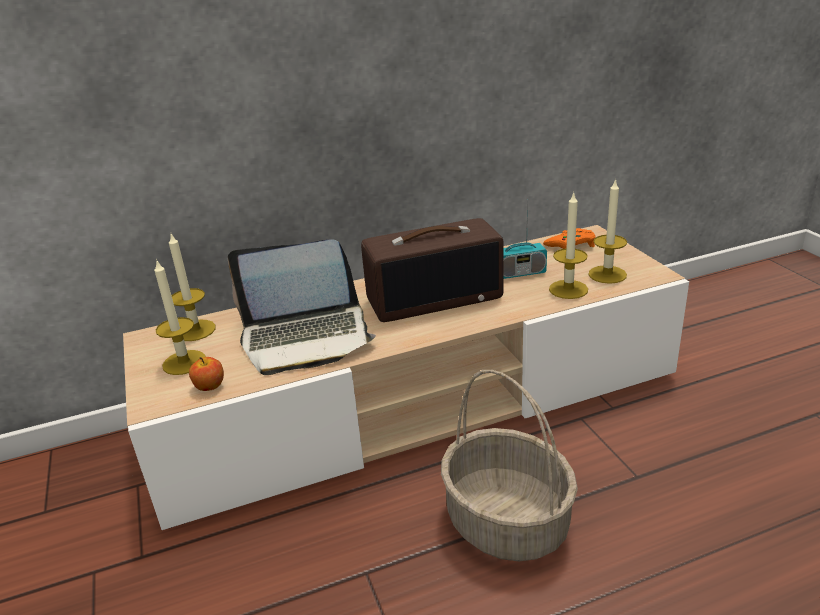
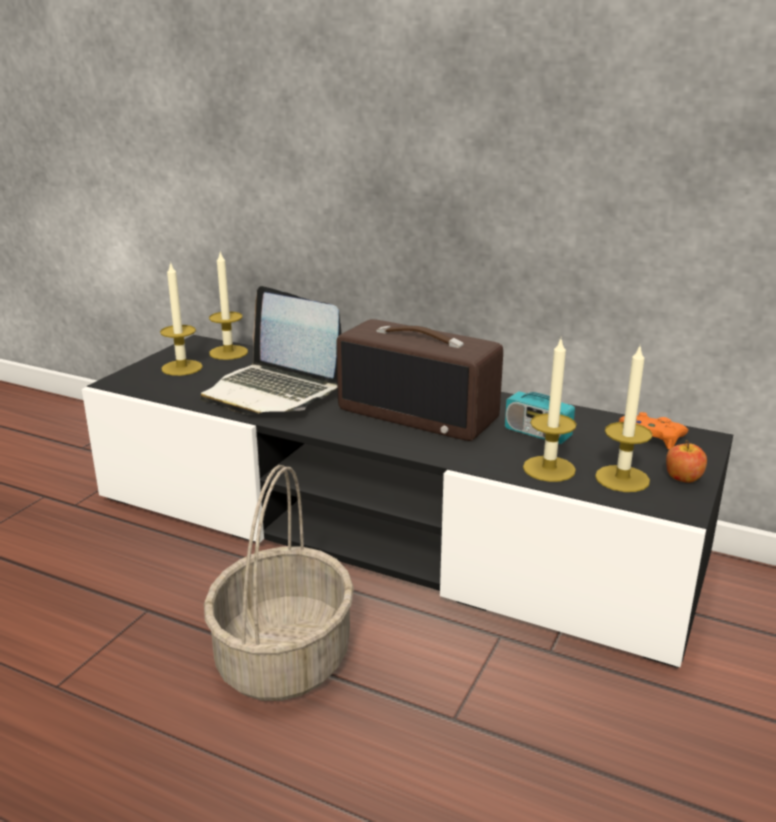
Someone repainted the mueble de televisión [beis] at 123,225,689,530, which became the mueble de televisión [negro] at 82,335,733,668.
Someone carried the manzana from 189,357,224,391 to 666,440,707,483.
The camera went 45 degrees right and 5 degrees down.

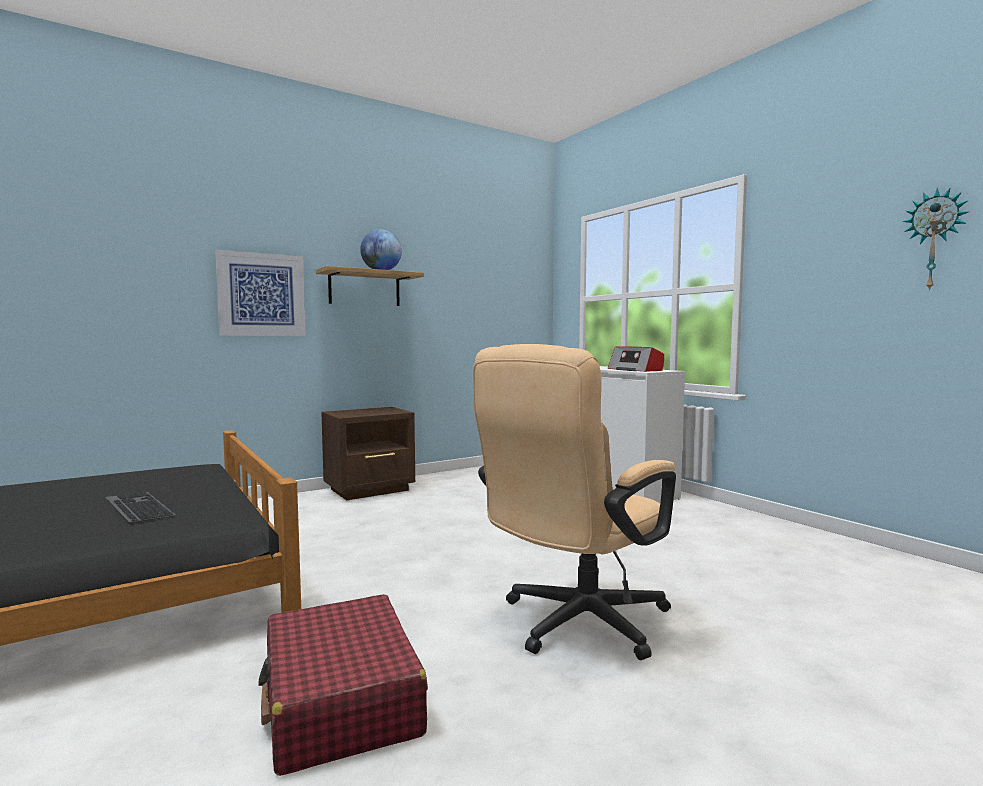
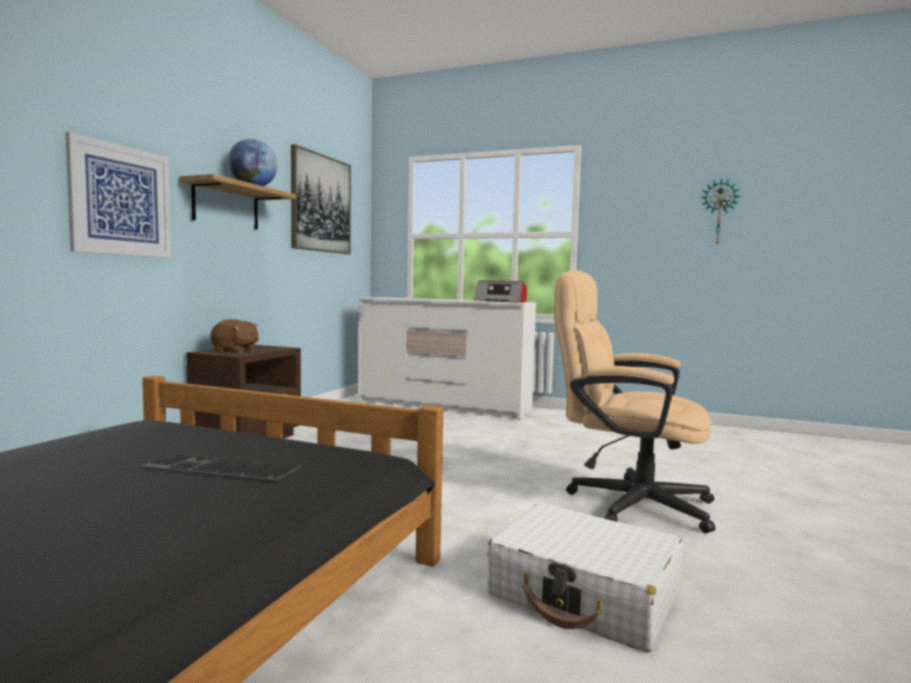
Someone put down the peluche [marrón] at 211,319,259,354.
Someone put up the cuadro at 291,144,351,254.
Someone repainted the maleta [rojo] at 258,594,428,776, which became the maleta [blanco] at 487,503,683,652.
Someone rotated the silla de oficina [beis] at 473,344,676,660 by 105 degrees clockwise.
The camera went 35 degrees left and 0 degrees up.

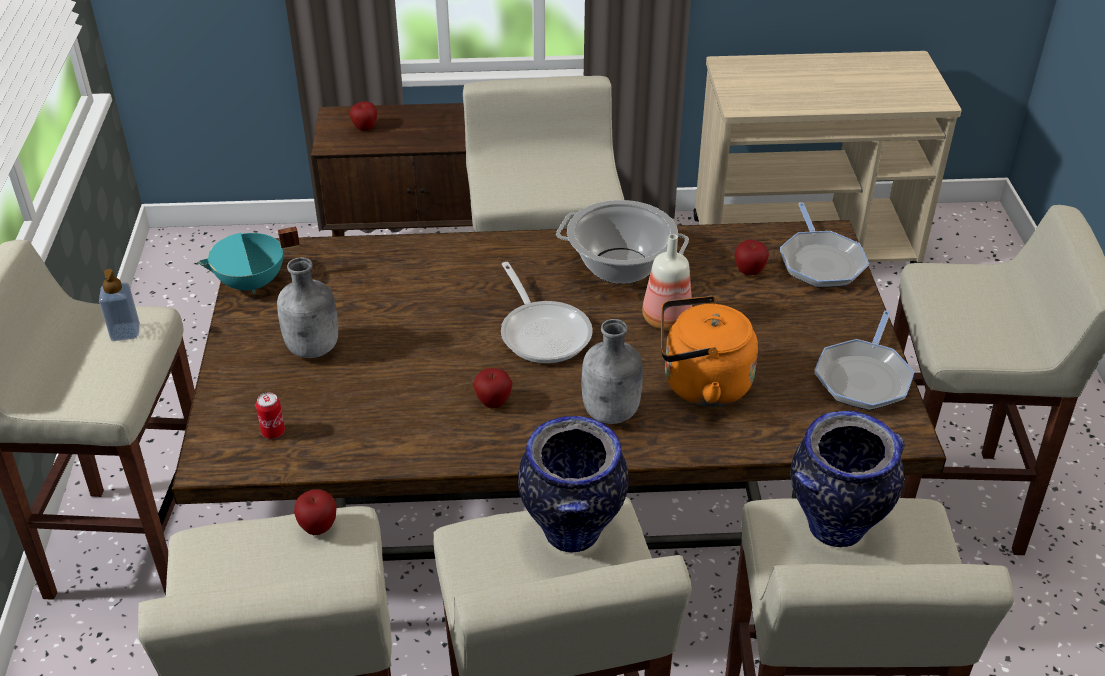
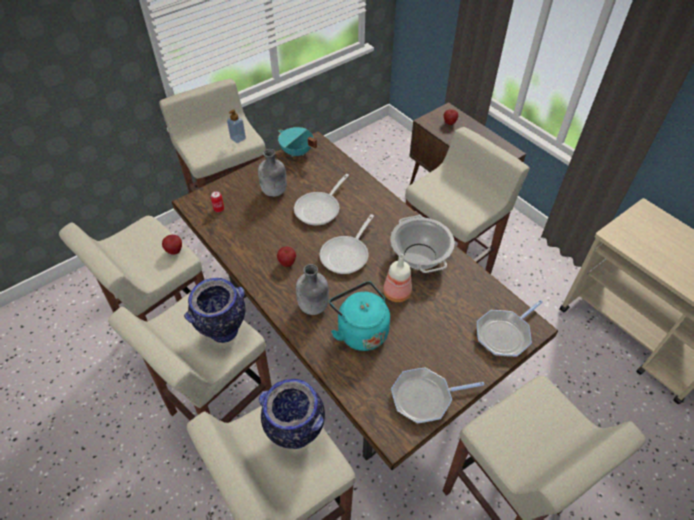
Someone put down the sartén at 294,174,349,226.
Someone repainted the hervidor [naranja] at 661,296,758,407, which became the hervidor [turquesa] at 329,281,390,351.
Someone took away the manzana at 734,240,769,275.
The camera went 55 degrees right and 10 degrees up.

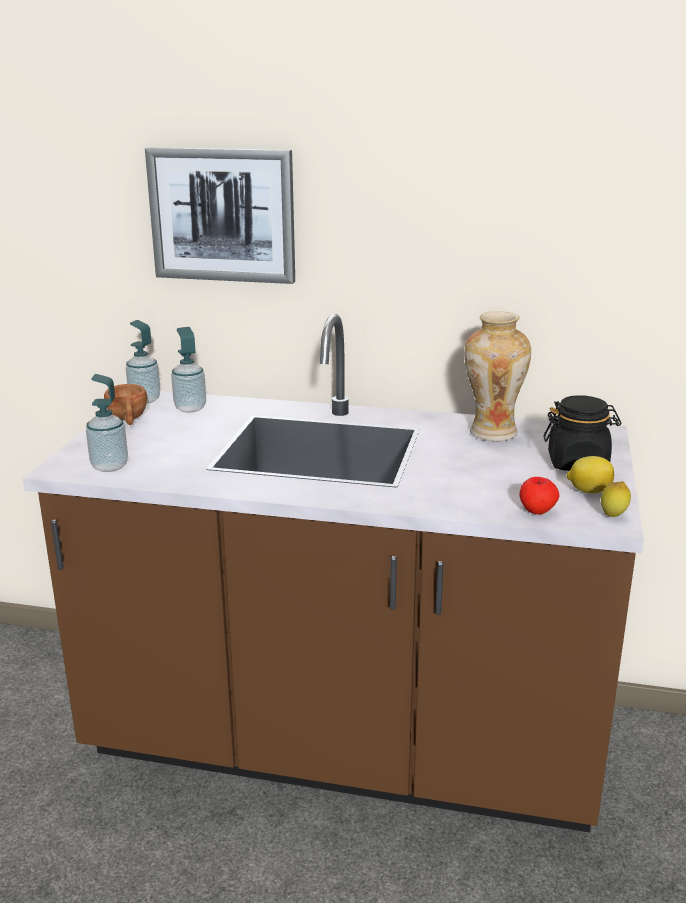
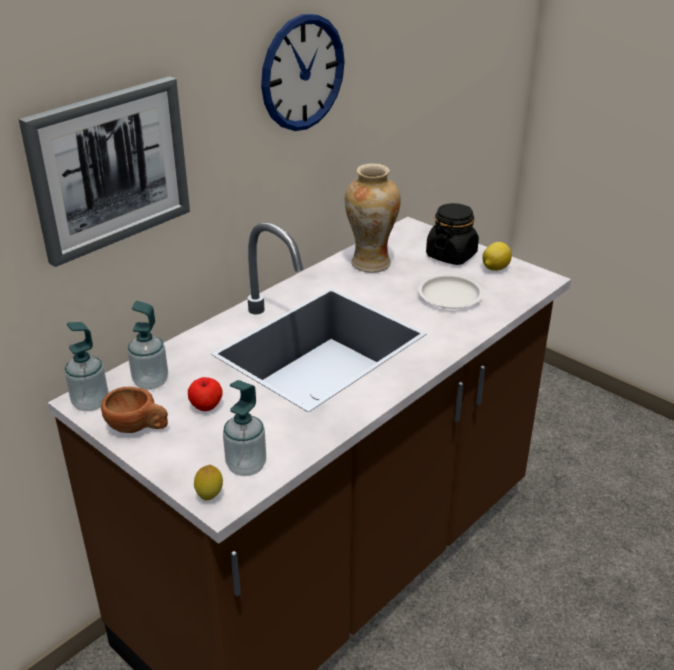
Someone carried the manzana from 519,477,560,515 to 188,377,222,411.
Someone carried the limón from 601,481,631,517 to 194,465,223,500.
Someone put up the reloj de pared at 261,14,345,131.
Someone put down the plato [blanco] at 418,275,483,309.
The camera went 60 degrees left and 10 degrees up.

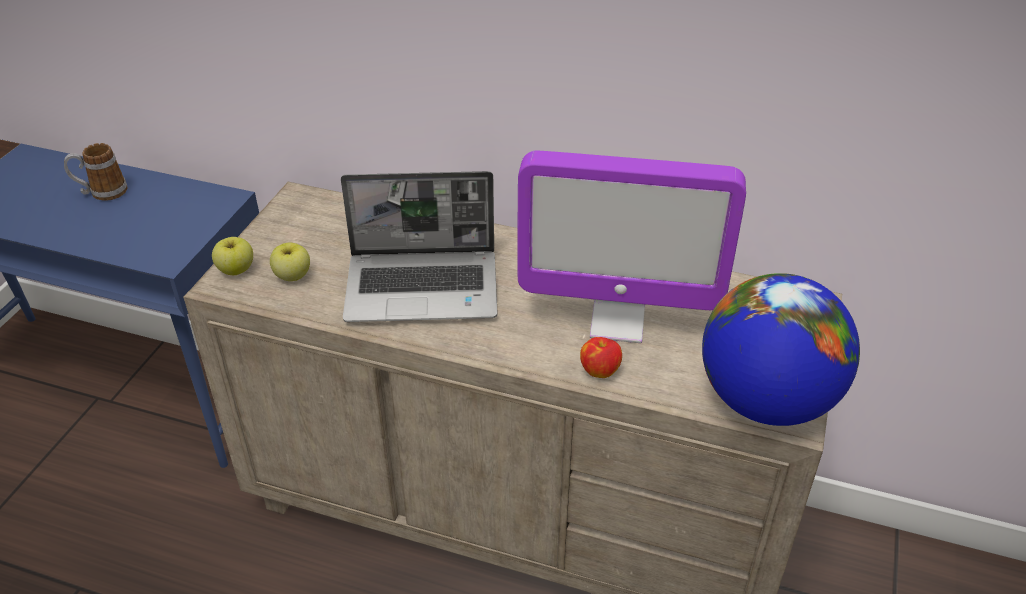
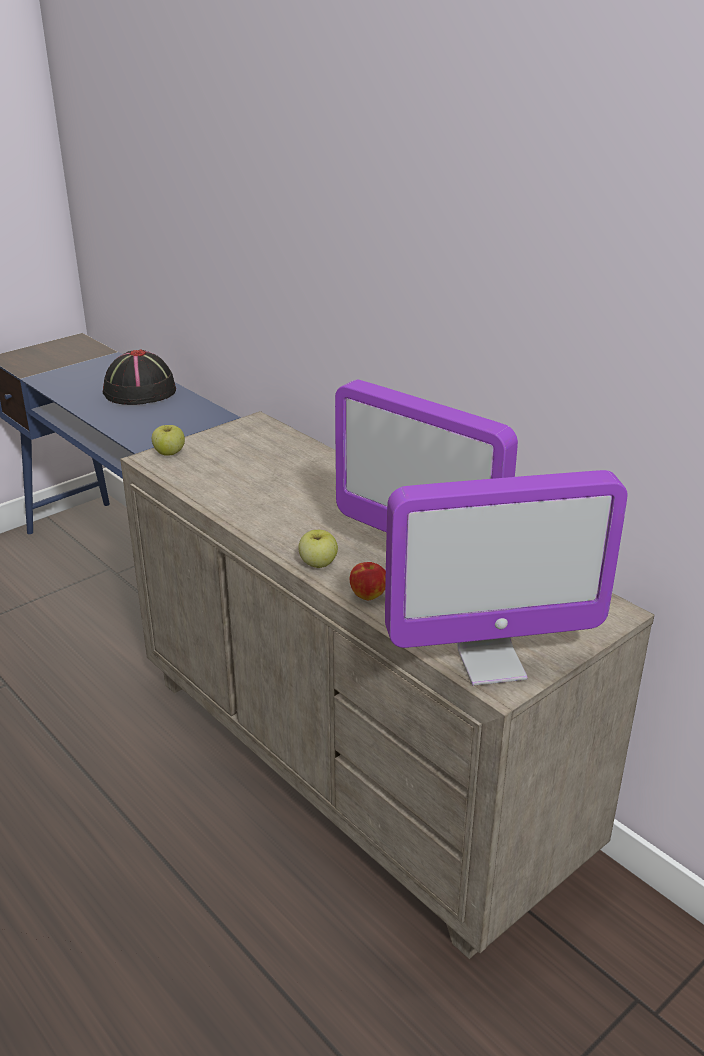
Someone swapped the taza grande at 64,143,128,201 for the sombrero [negro] at 103,350,176,405.
Someone carried the manzana from 270,242,310,281 to 298,530,338,568.
Someone swapped the globo terráqueo at 702,273,860,426 for the monitor at 385,470,628,685.
Someone took away the portátil at 341,171,498,322.
The camera went 30 degrees right and 10 degrees down.

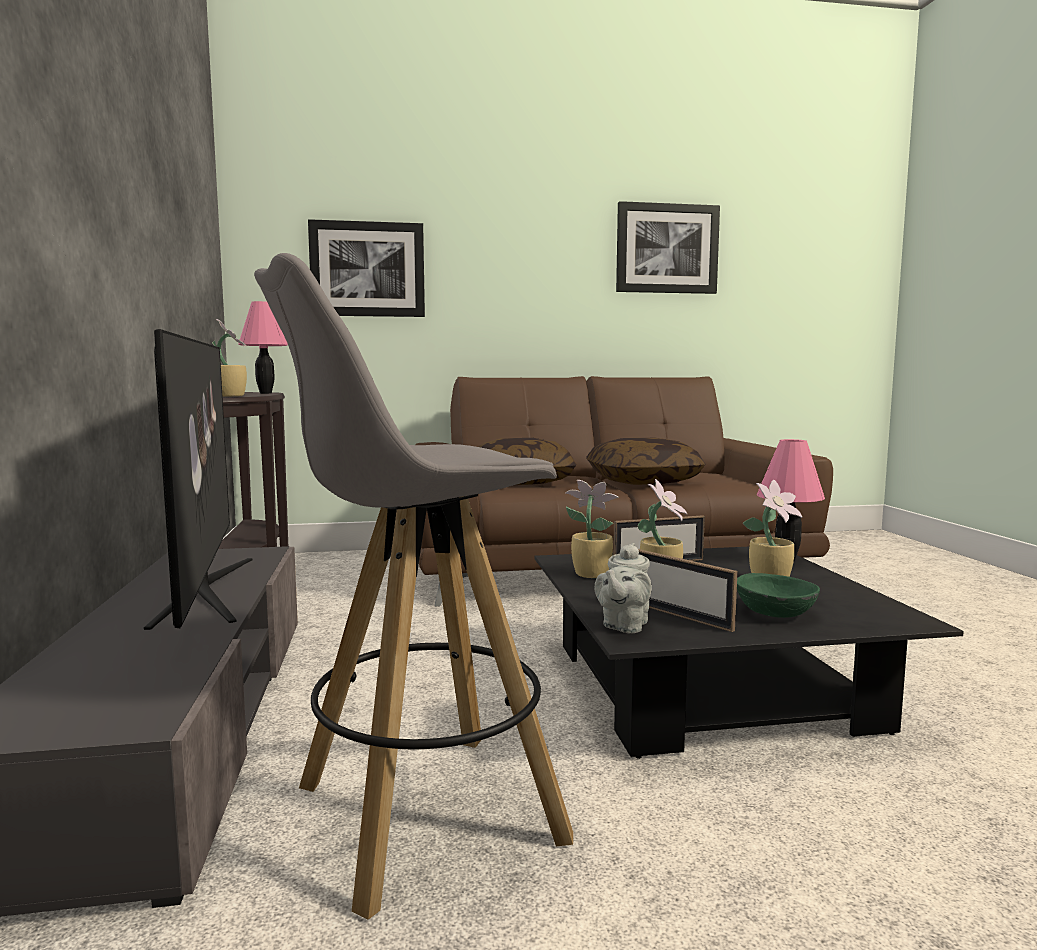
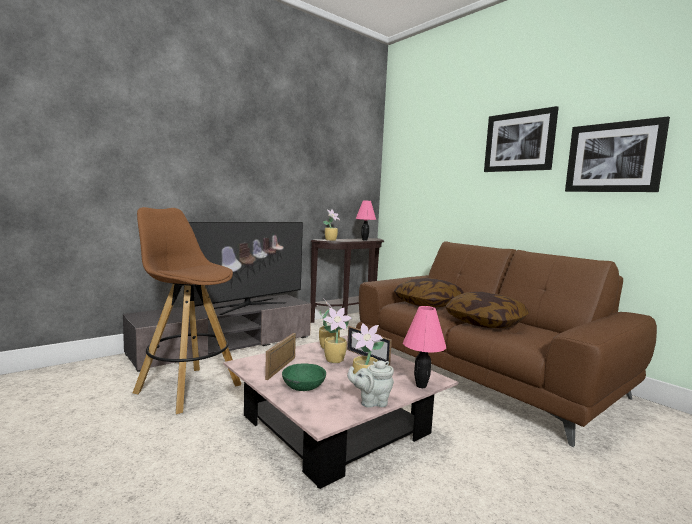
Someone repainted the taburete [gris] at 254,253,573,920, which became the taburete [marrón] at 133,207,242,414.
Someone repainted the mesa de centro [negro] at 535,547,964,759, which became the mesa de centro [rosa] at 223,335,458,489.
Someone carried the tetera [gris] from 594,543,652,633 to 347,360,394,408.
Someone carried the cuadro from 308,219,425,317 to 484,106,559,172.
The camera went 60 degrees right and 0 degrees up.

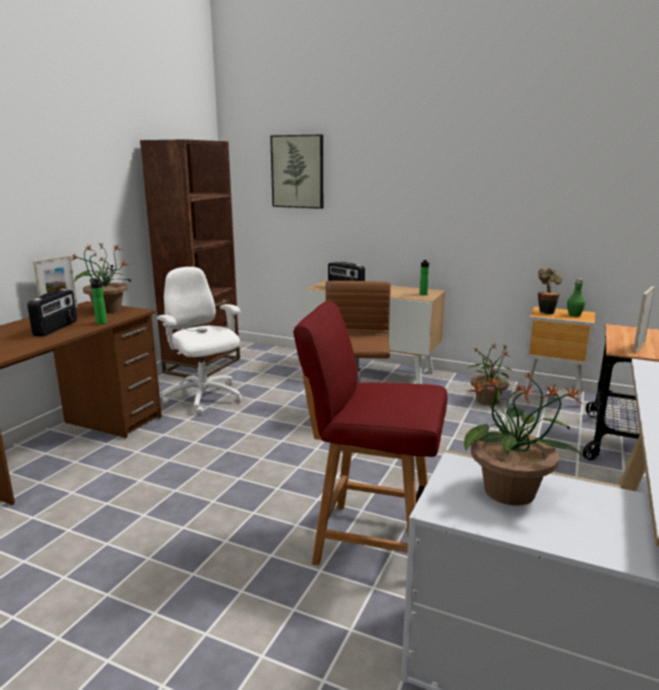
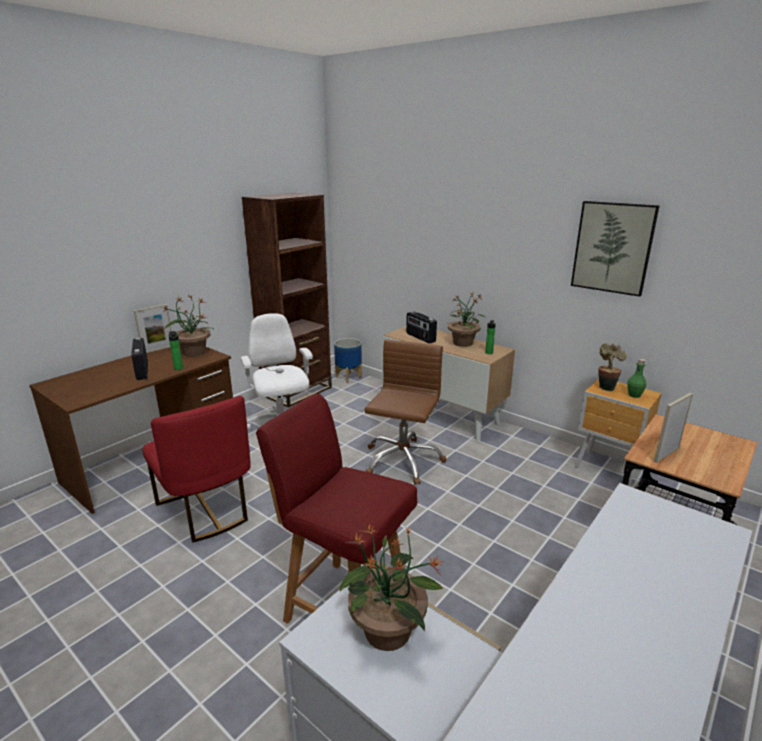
Someone rotated the radio at 27,289,77,336 by 135 degrees clockwise.
Someone put down the silla [rojo] at 142,396,251,542.
Someone put down the maceta at 334,338,362,383.
Someone carried the planta en maceta from 468,342,511,405 to 448,292,486,347.
Someone carried the cuadro from 270,135,323,209 to 571,201,660,297.
The camera went 15 degrees right and 5 degrees up.

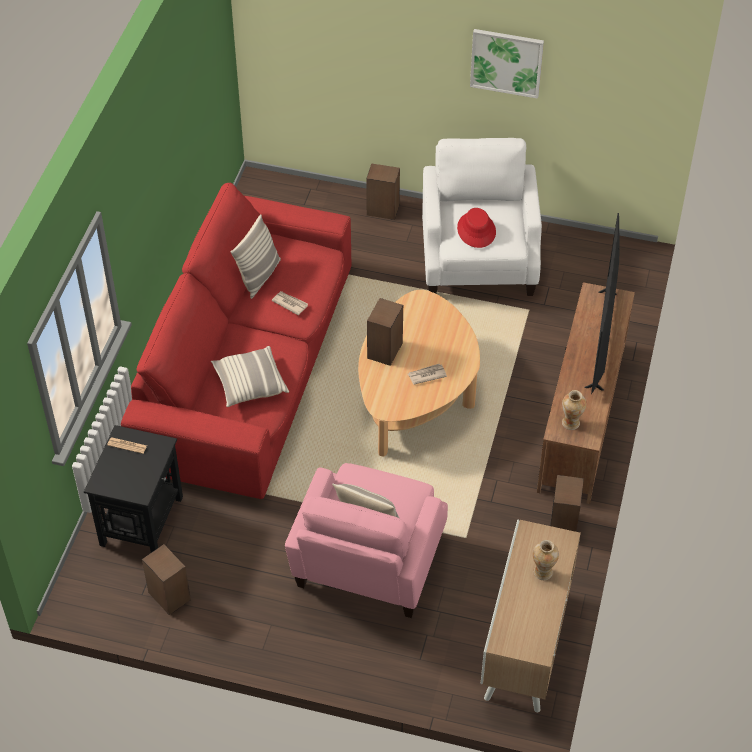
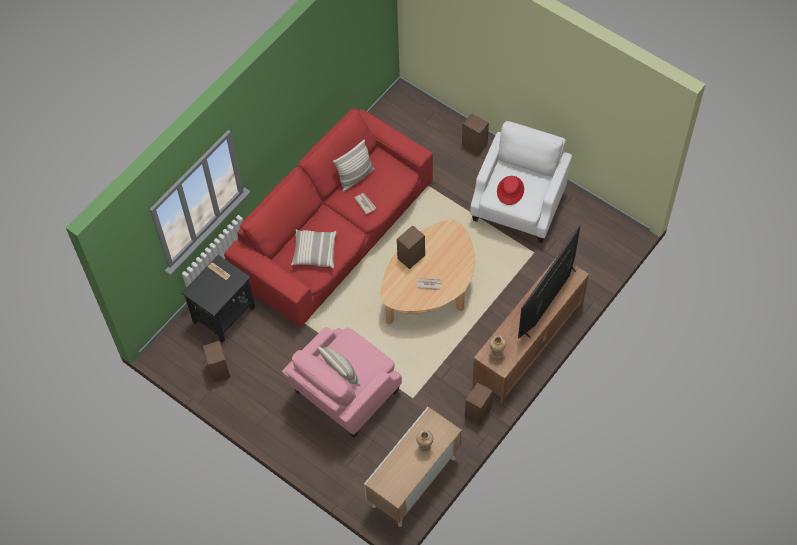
Someone took away the cuadro at 470,29,544,99.
The camera went 25 degrees right and 10 degrees up.

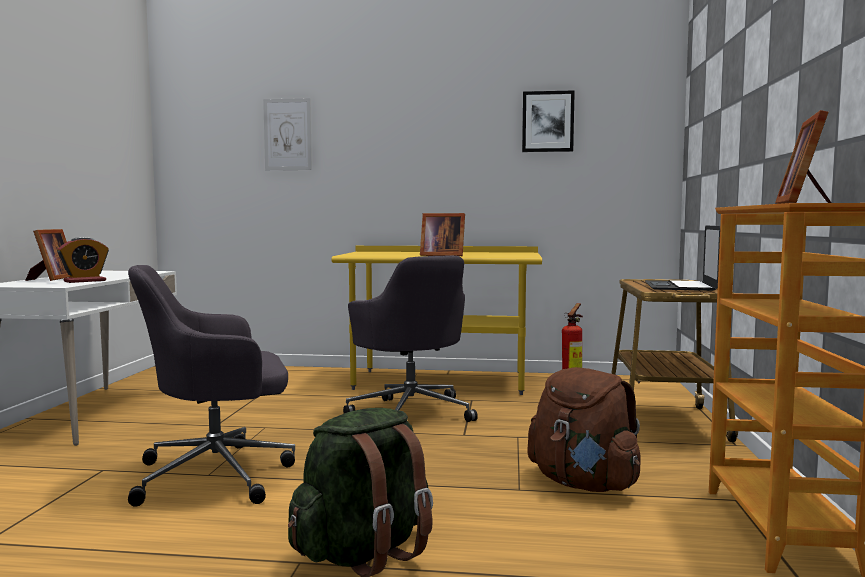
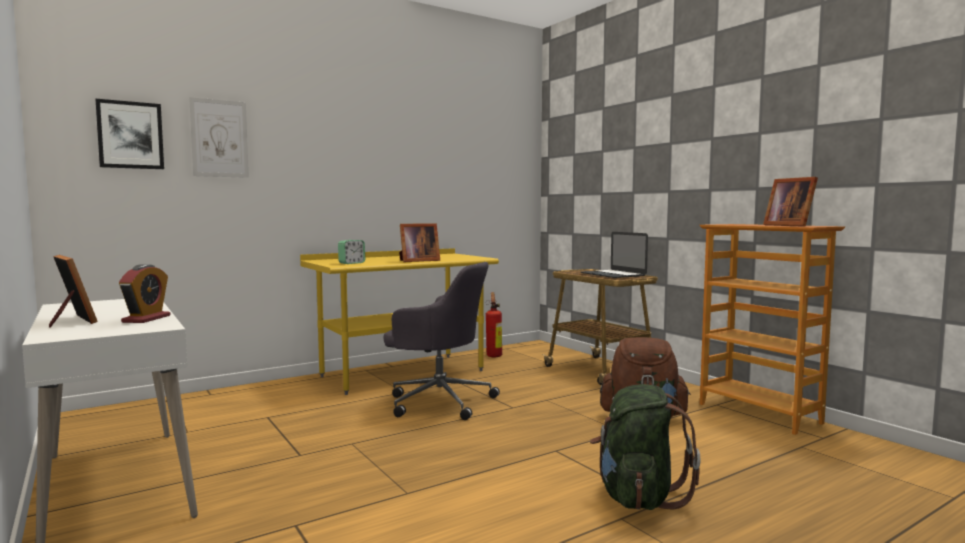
Someone carried the cuadro from 522,90,575,152 to 95,99,164,169.
Someone put down the despertador at 338,240,365,264.
Someone took away the silla de oficina [gris] at 128,265,295,506.
The camera went 40 degrees left and 0 degrees up.

